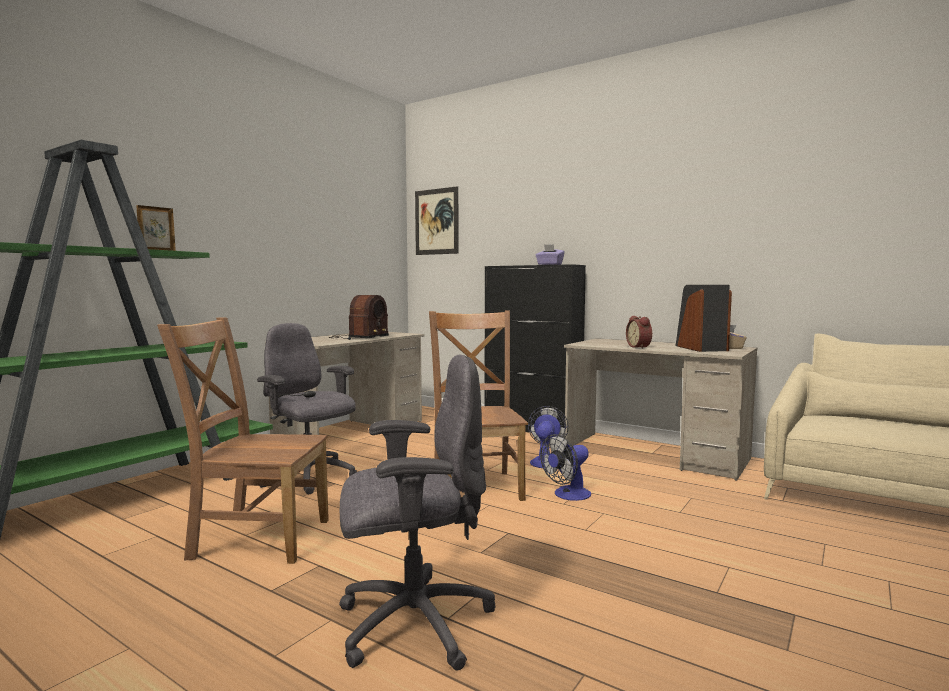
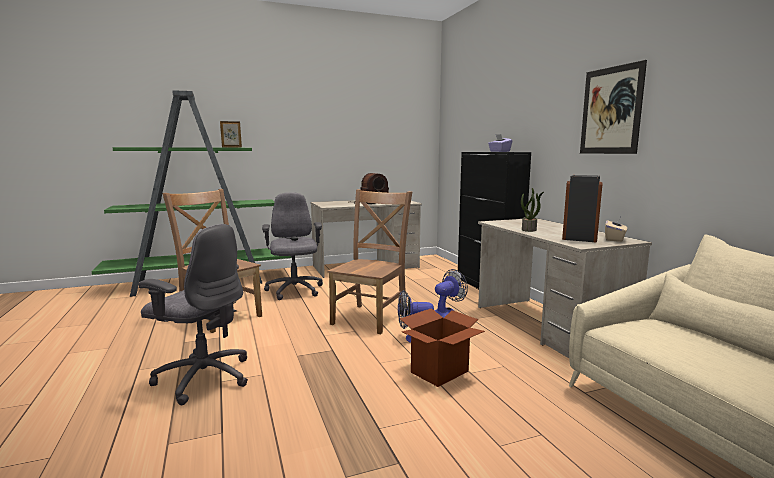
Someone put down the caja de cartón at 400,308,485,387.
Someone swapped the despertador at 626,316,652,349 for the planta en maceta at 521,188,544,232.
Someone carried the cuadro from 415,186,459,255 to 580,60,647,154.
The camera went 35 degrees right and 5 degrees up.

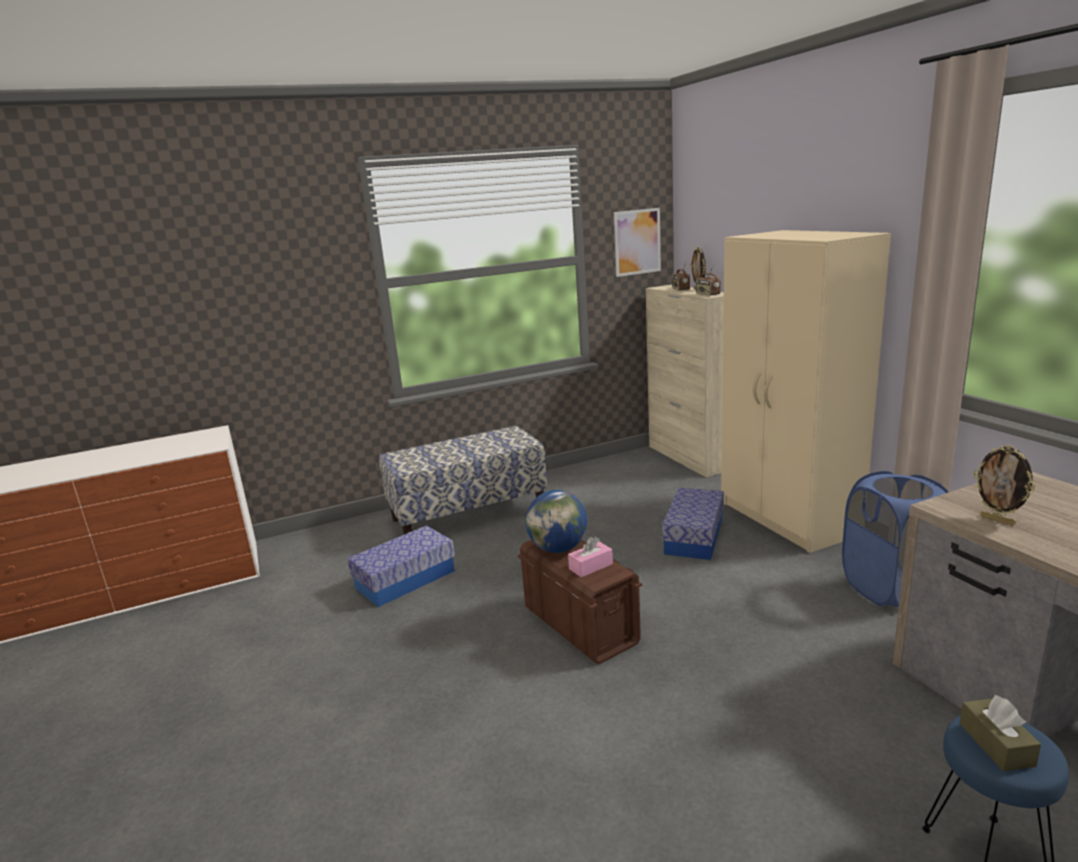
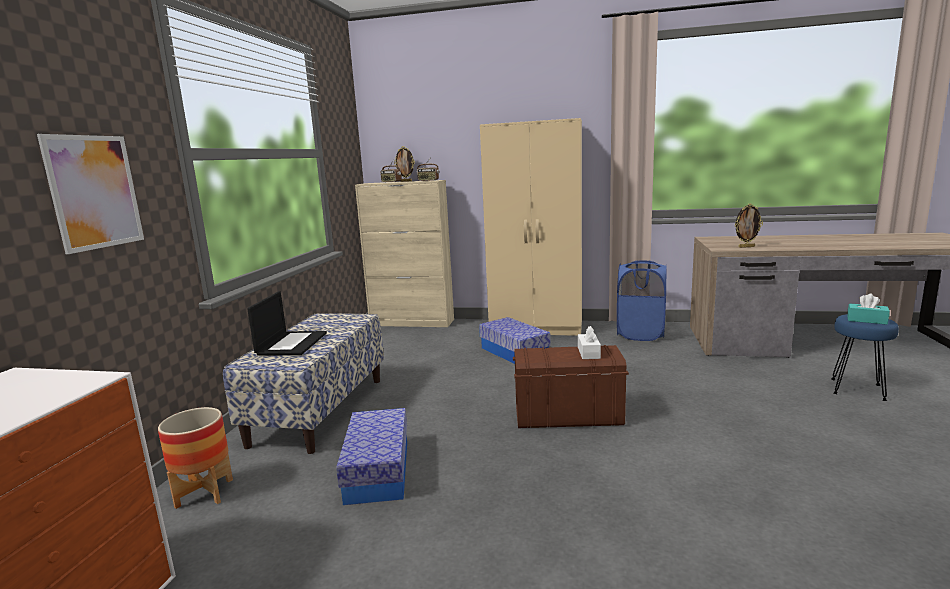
Someone carried the cuadro from 614,208,661,277 to 37,134,144,254.
Someone put down the maceta at 158,407,233,509.
Someone put down the portátil at 247,291,327,356.
Someone repainted the caja de pañuelos [rosa] at 568,537,613,578, which became the caja de pañuelos [blanco] at 578,326,601,359.
Someone repainted the caja de pañuelos [marrón] at 959,695,1041,771, which became the caja de pañuelos [turquesa] at 847,294,890,325.
Someone took away the globo terráqueo at 525,490,588,553.
The camera went 55 degrees left and 5 degrees down.

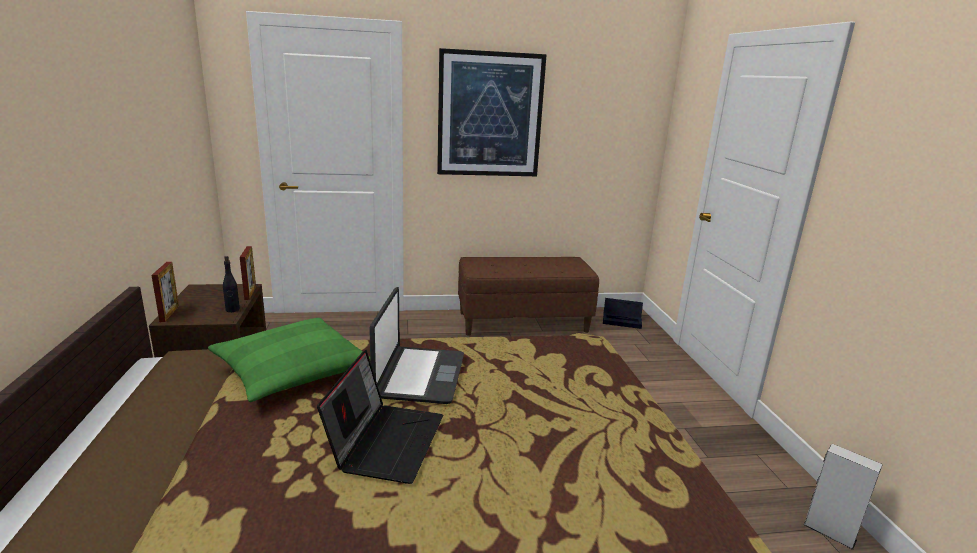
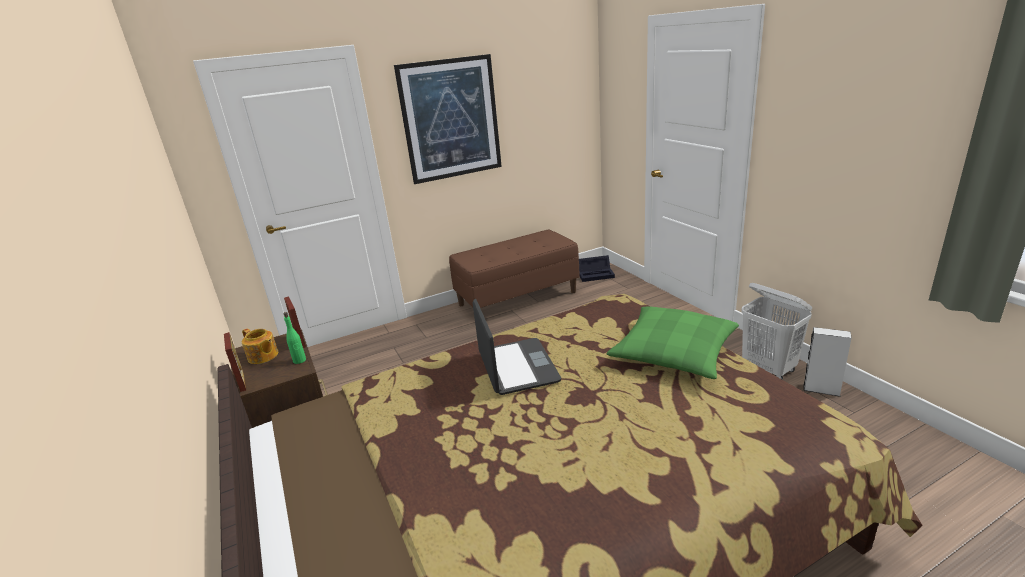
Someone put down the tetera at 242,329,278,364.
Someone repainted the botella [negro] at 223,256,240,312, which became the botella [verde] at 283,312,306,364.
Someone carried the cojín [verde] from 208,318,370,402 to 607,306,739,379.
Someone put down the cesto de la ropa [blanco] at 741,283,812,379.
Someone took away the portátil at 317,349,443,484.
The camera went 15 degrees left and 5 degrees up.

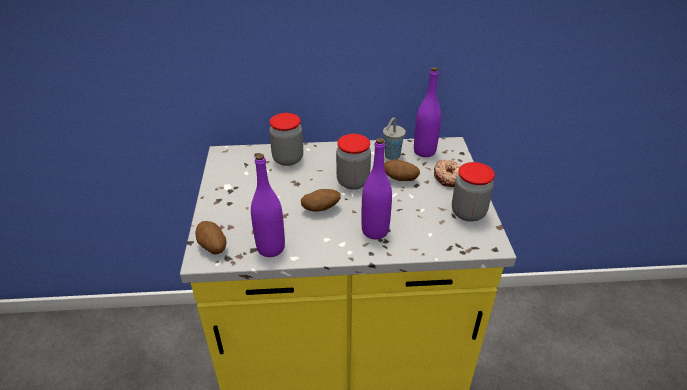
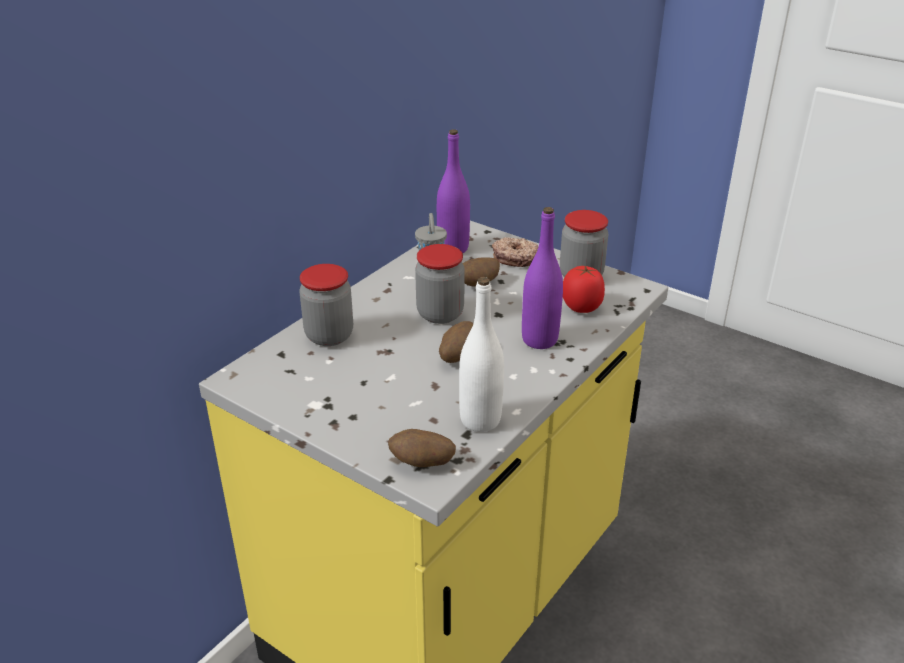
Someone repainted the botella [morado] at 251,154,285,257, which became the botella [blanco] at 459,277,504,432.
Someone put down the tomate at 563,266,605,313.
The camera went 50 degrees left and 5 degrees down.

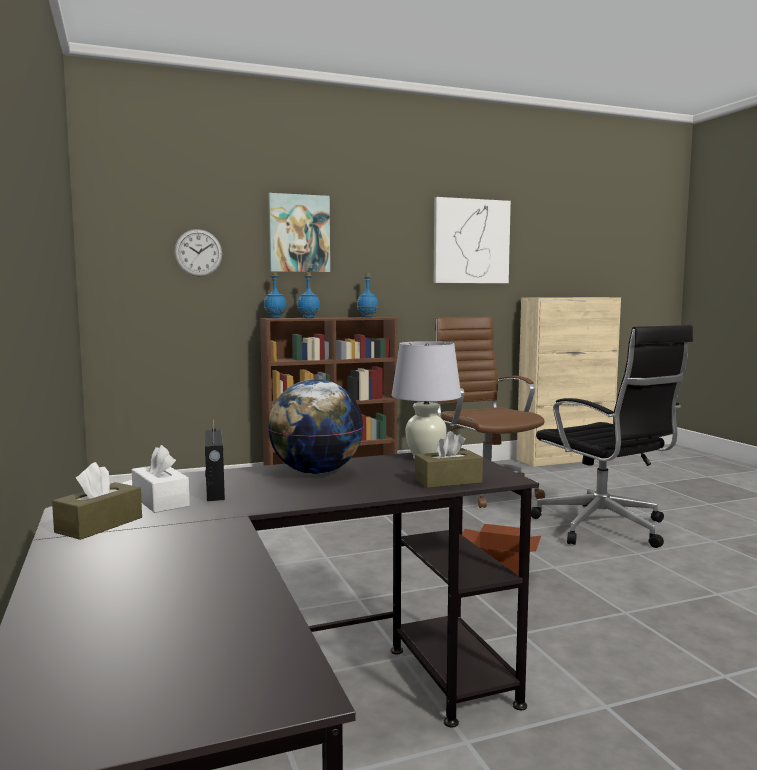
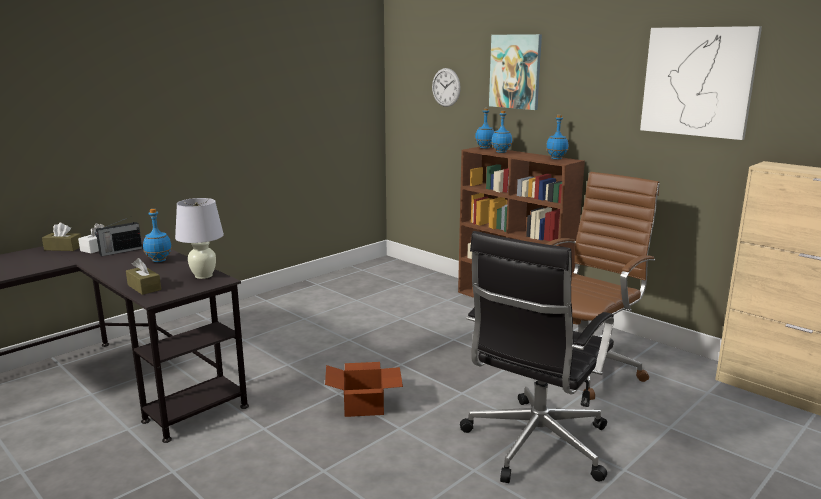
Someone swapped the globo terráqueo at 268,379,364,474 for the botella [azul] at 143,209,172,262.
The camera went 65 degrees right and 10 degrees up.

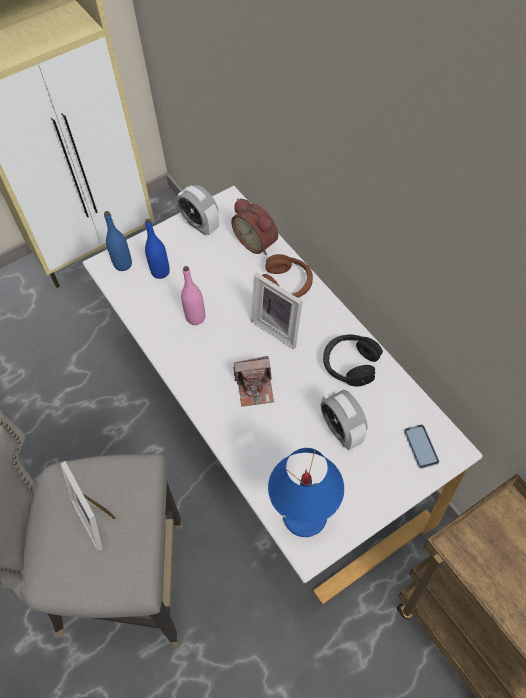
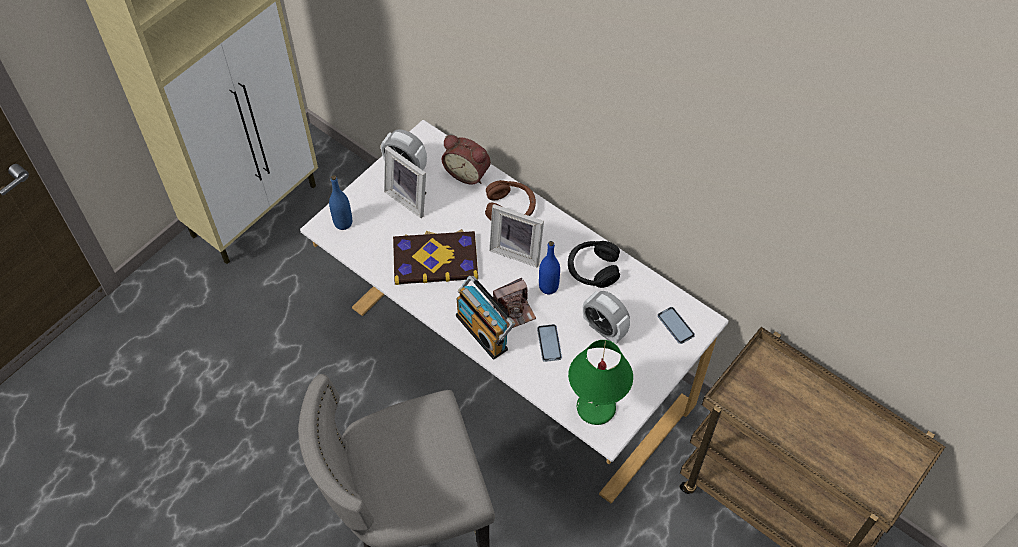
Someone carried the portarretratos from 60,461,115,552 to 384,146,427,218.
Someone swapped the botella [rosa] at 181,266,205,325 for the libro at 393,229,478,285.
Someone put down the radio at 456,276,515,360.
Someone put down the móvil at 537,324,562,362.
Someone carried the botella [azul] from 145,219,170,279 to 539,241,560,294.
Someone repainted the lámpara de mesa [azul] at 268,448,344,537, which became the lámpara de mesa [verde] at 568,340,633,425.
The camera went 20 degrees left and 0 degrees up.

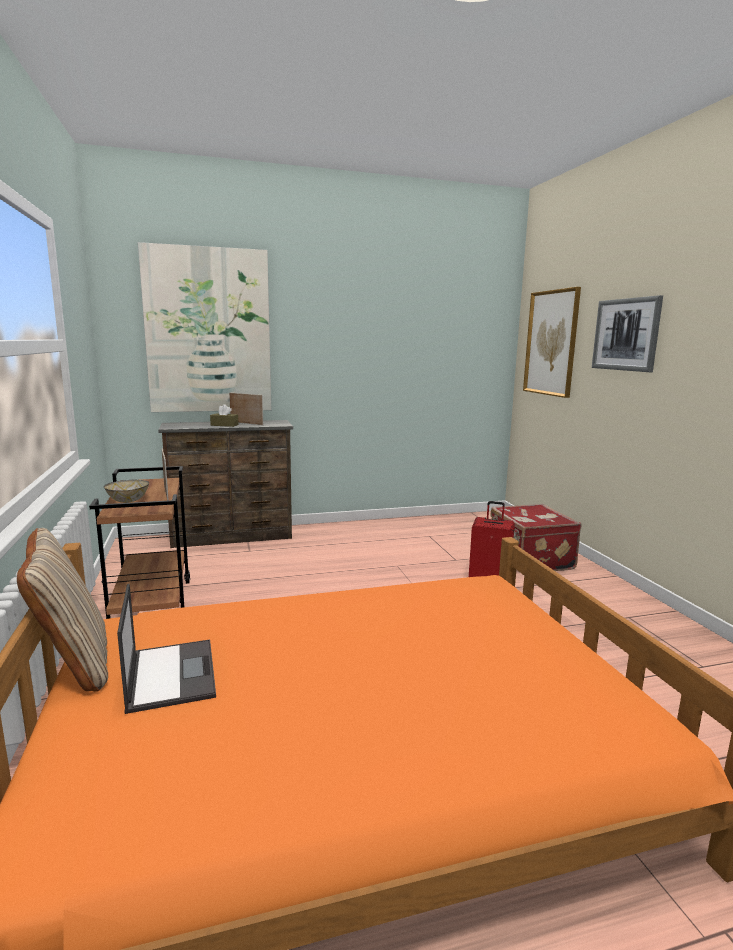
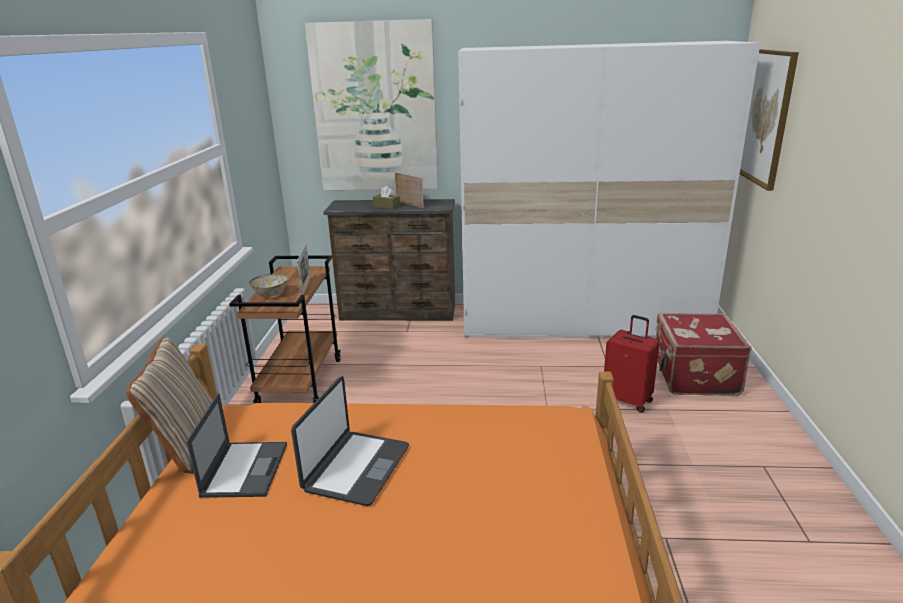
Someone put down the portátil at 291,376,409,506.
Someone put down the armario ropero [blanco] at 458,41,760,338.
Someone took away the cuadro at 592,295,663,372.
The camera went 20 degrees right and 10 degrees up.

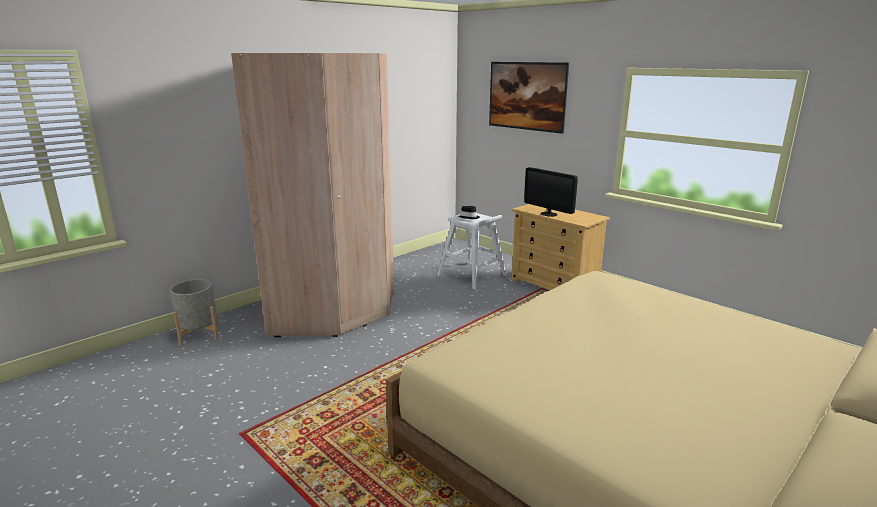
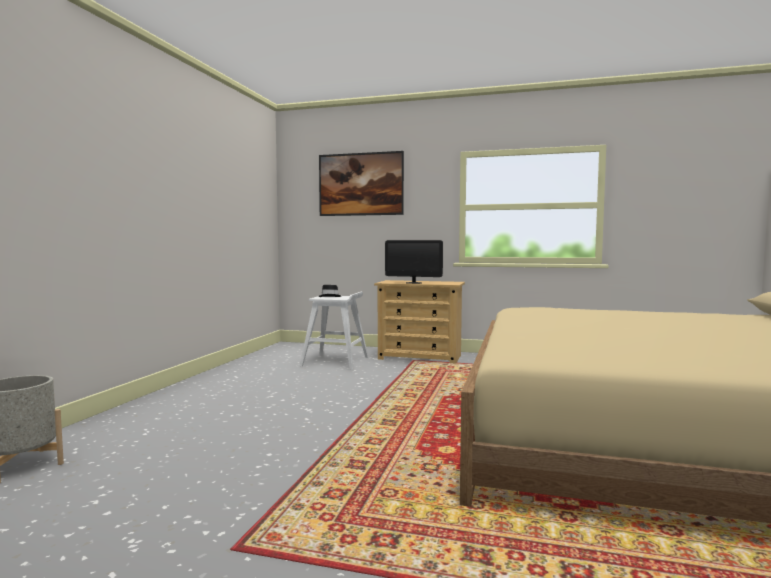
Someone took away the armario ropero [beis] at 231,53,394,337.
The camera went 30 degrees left and 15 degrees down.

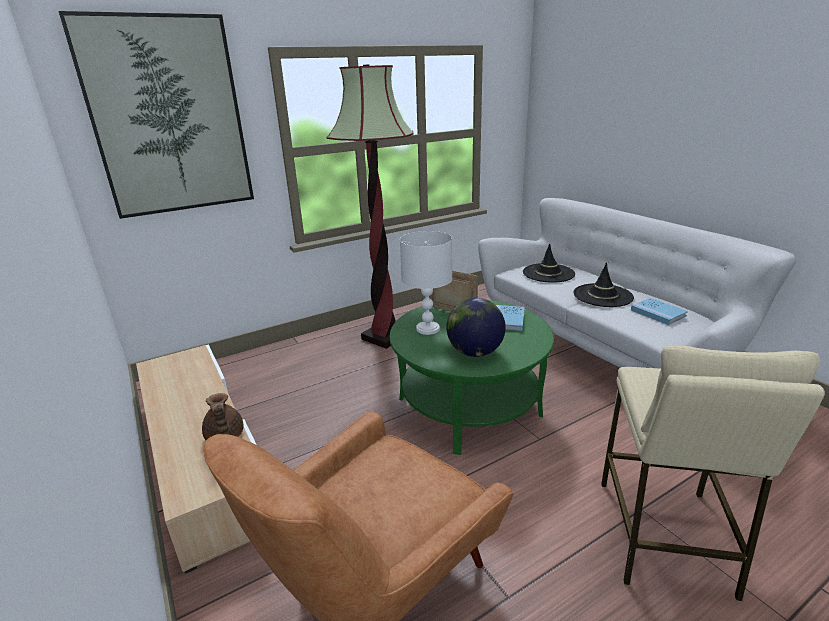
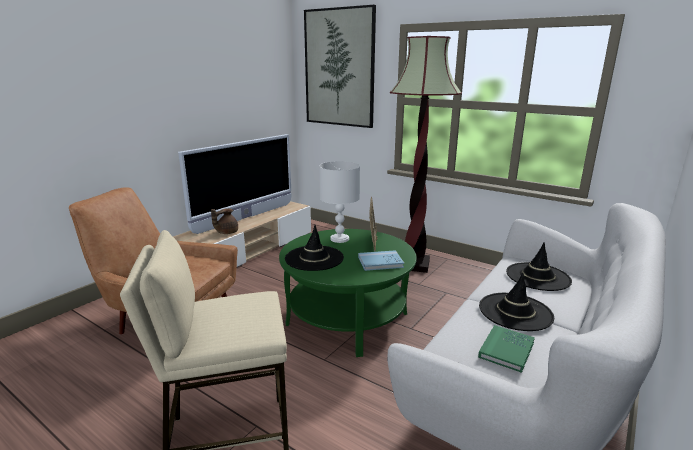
Someone put down the televisor at 178,134,292,234.
Someone swapped the globo terráqueo at 446,298,506,357 for the sombrero [negro] at 285,225,344,271.
Someone repainted the libro [azul] at 631,298,688,325, which became the libro [verde] at 478,325,535,373.
The camera went 65 degrees right and 5 degrees down.

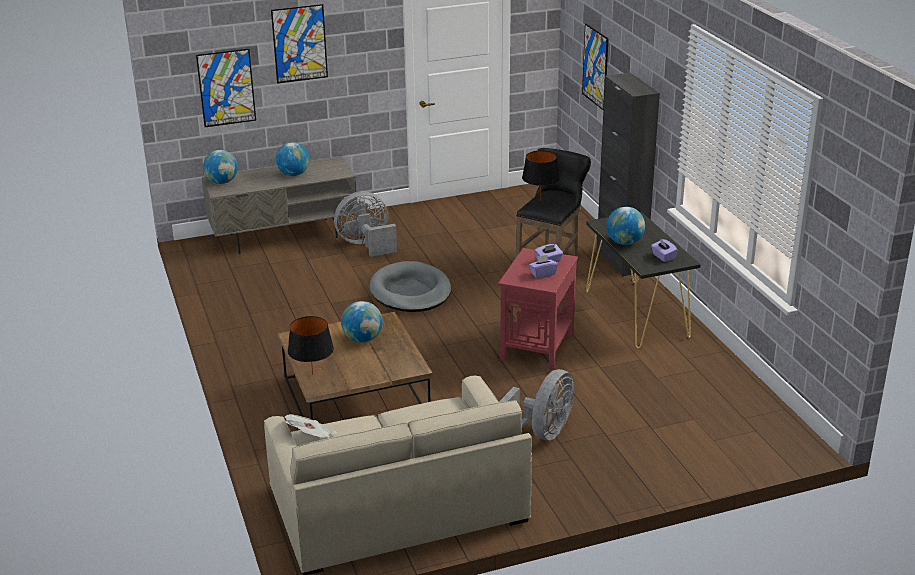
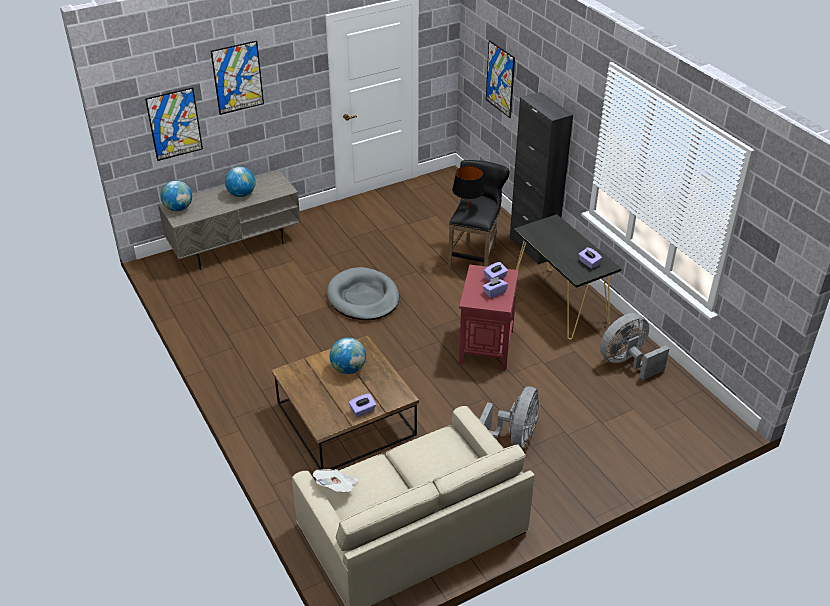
Someone put down the caja de pañuelos [morado] at 349,393,376,417.
Someone carried the ventilador [gris] from 334,191,397,257 to 600,313,669,380.
Someone took away the lámpara de mesa [negro] at 288,316,334,375.
Someone took away the globo terráqueo at 606,207,645,245.
The camera went 10 degrees left and 10 degrees up.

